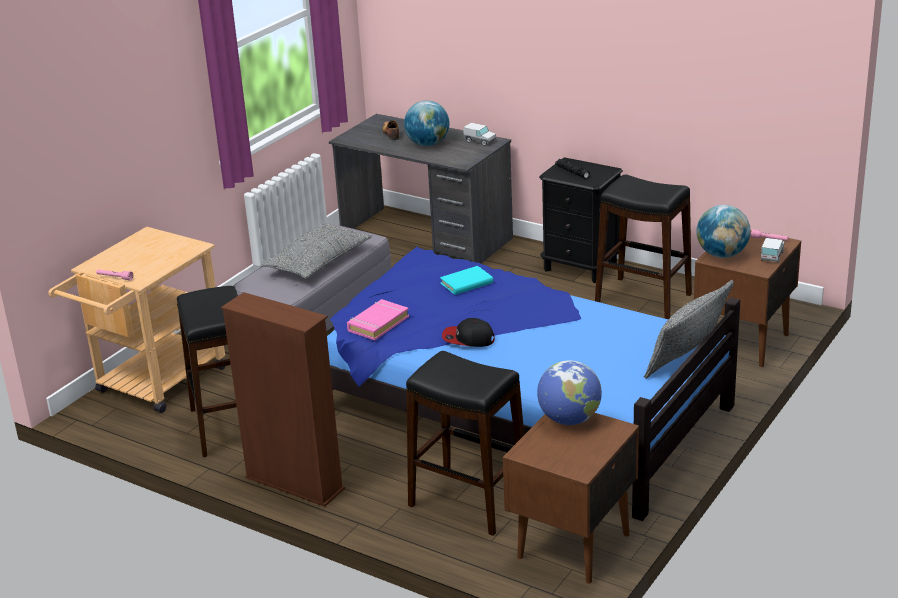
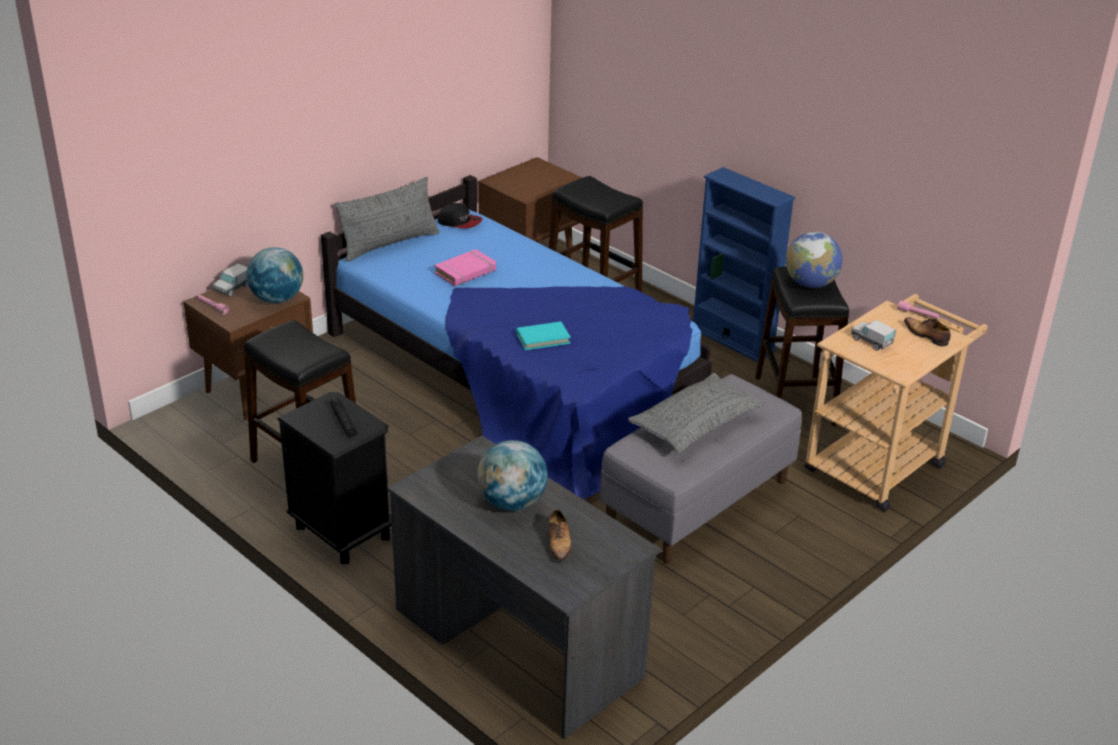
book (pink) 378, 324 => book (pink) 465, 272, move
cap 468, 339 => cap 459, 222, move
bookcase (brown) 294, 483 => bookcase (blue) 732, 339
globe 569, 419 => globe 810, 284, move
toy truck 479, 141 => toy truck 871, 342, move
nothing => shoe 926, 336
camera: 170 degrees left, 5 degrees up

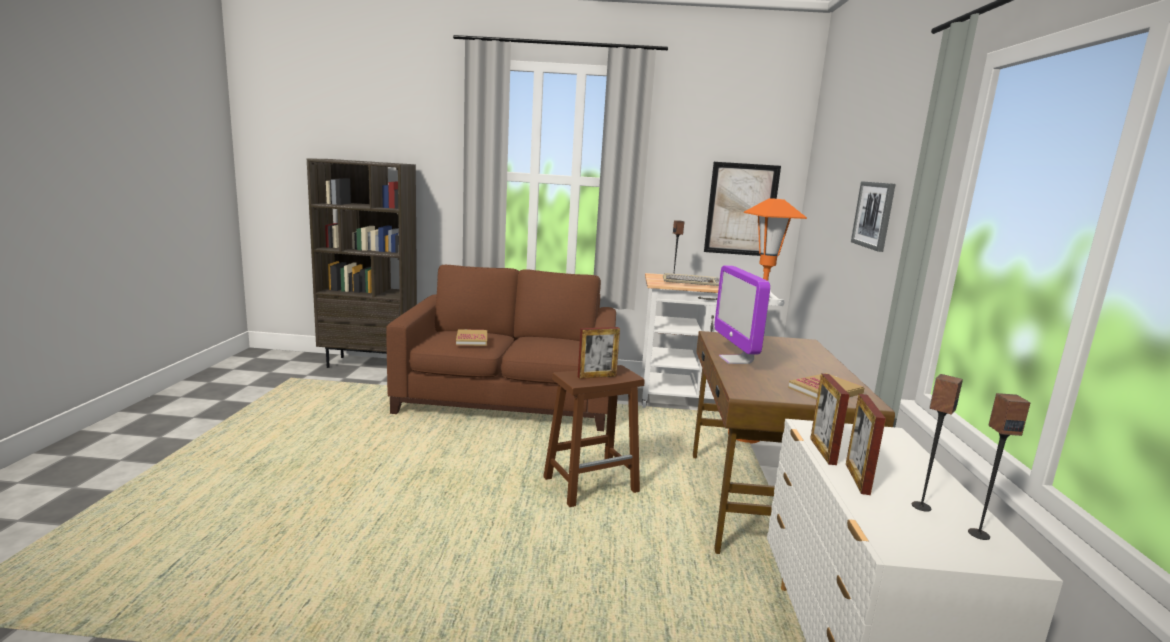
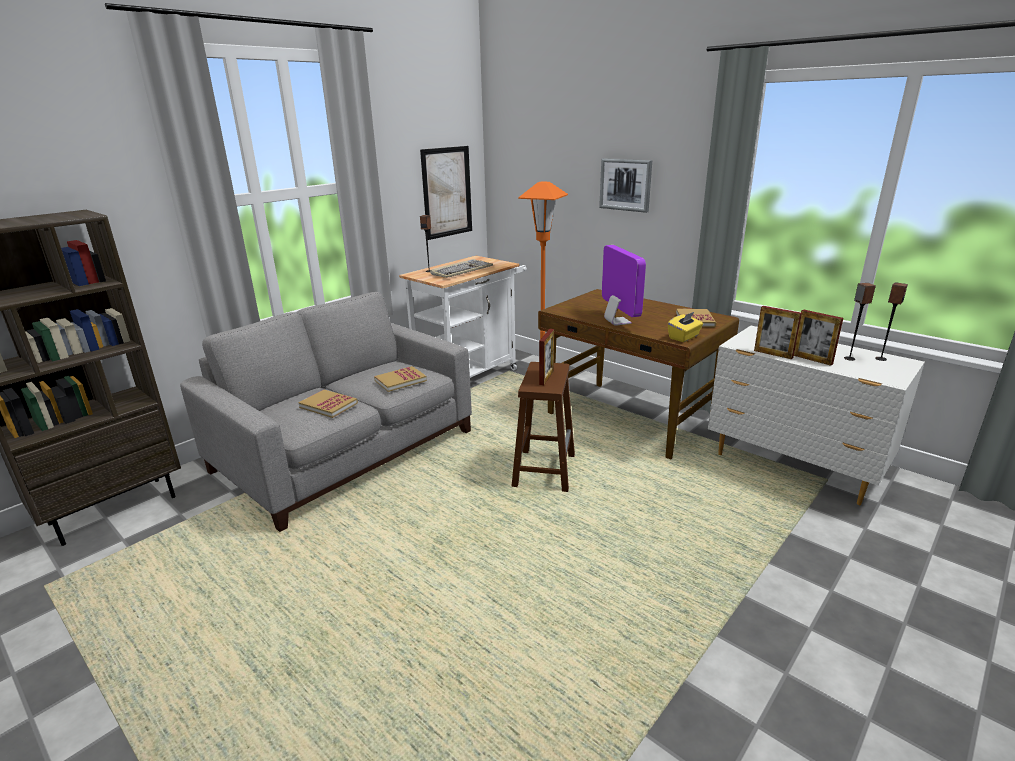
sofa (brown) 508, 398 => sofa (grey) 346, 451
nothing => book 400, 380
monitor 735, 360 => monitor 617, 322, 135 degrees counterclockwise
nothing => tissue box (yellow) 684, 337
camera: 50 degrees left, 10 degrees up

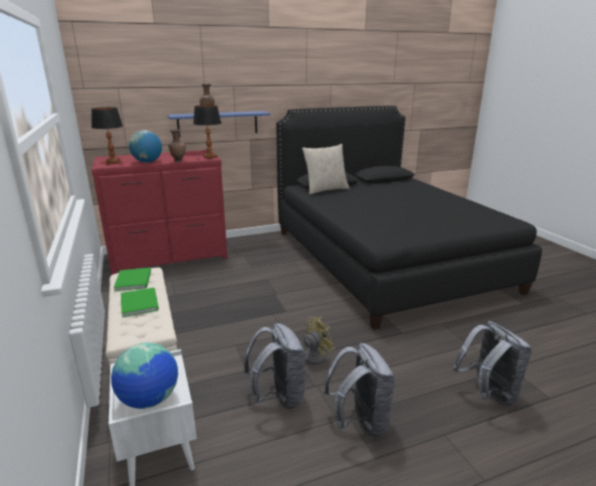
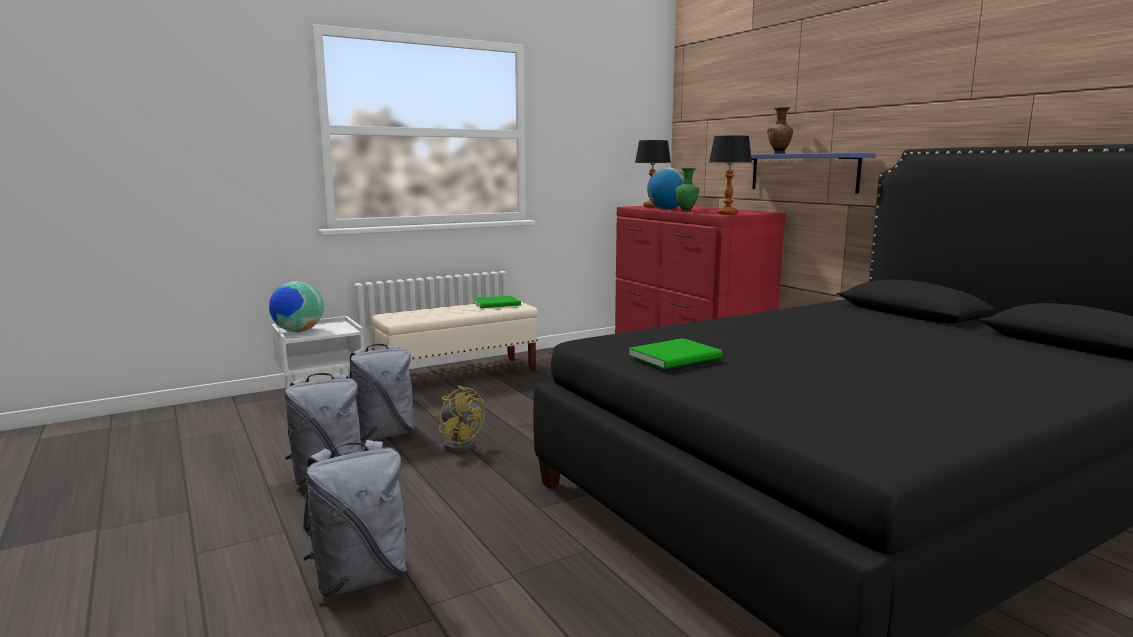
book (green) 140, 302 => book (green) 678, 356, move
vase (brown) 178, 161 => vase (green) 686, 211
pillow (beige) 325, 190 => nothing
camera: 80 degrees right, 10 degrees down

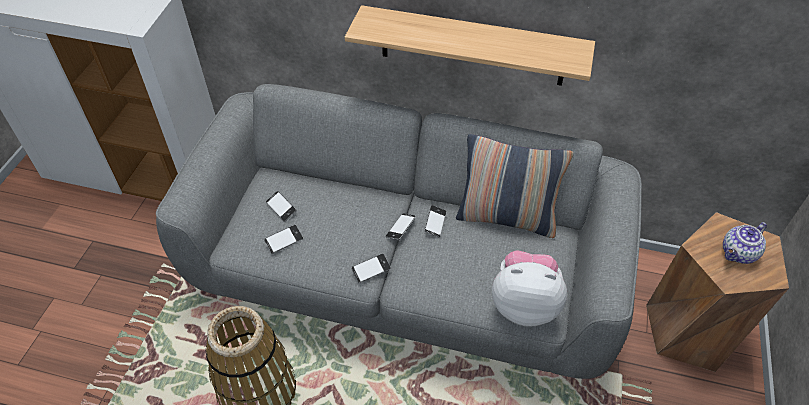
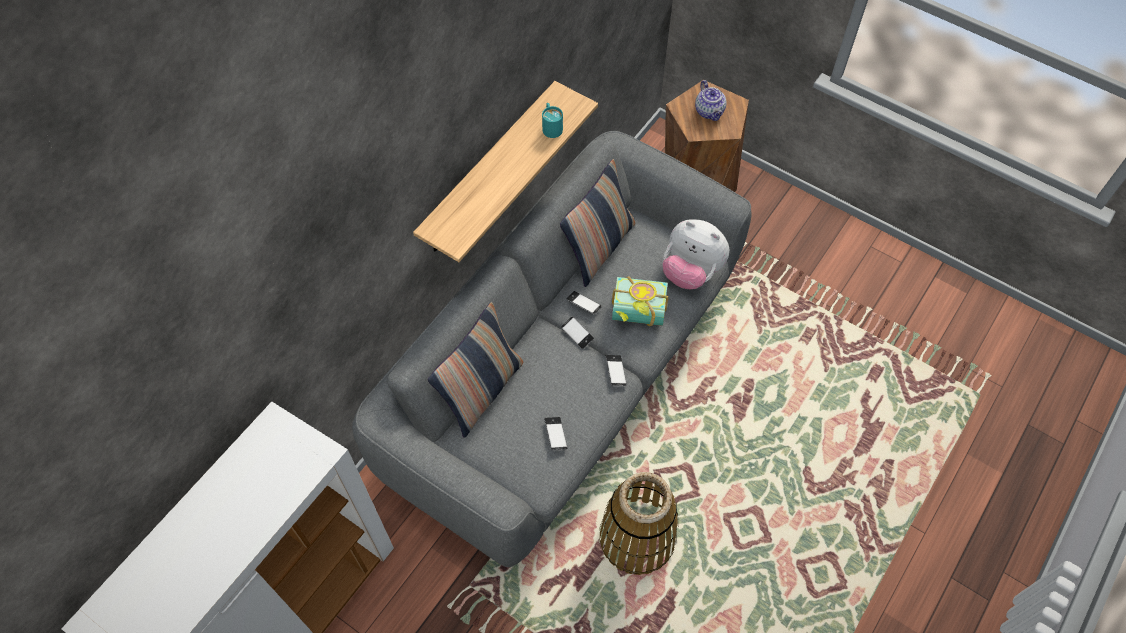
nothing => pillow 482, 392
nothing => mug (turquoise) 551, 126
nothing => book 637, 315
plush toy 524, 304 => plush toy 691, 271, 90 degrees counterclockwise
phone 281, 208 => nothing
camera: 70 degrees left, 10 degrees up

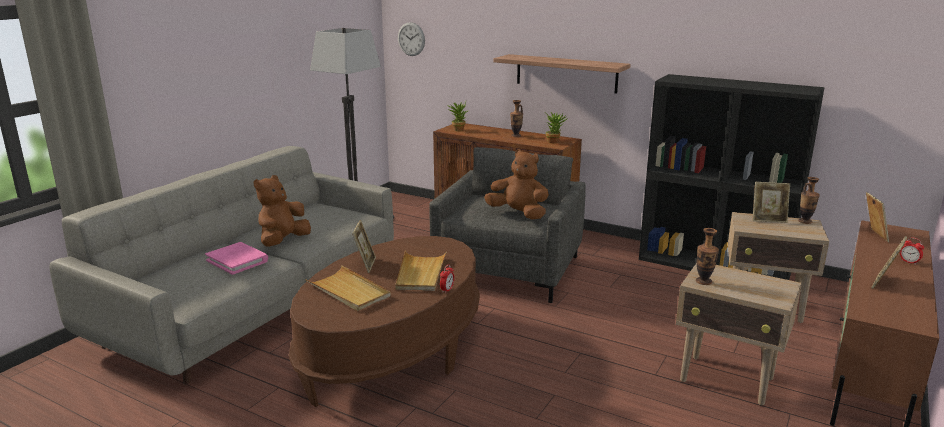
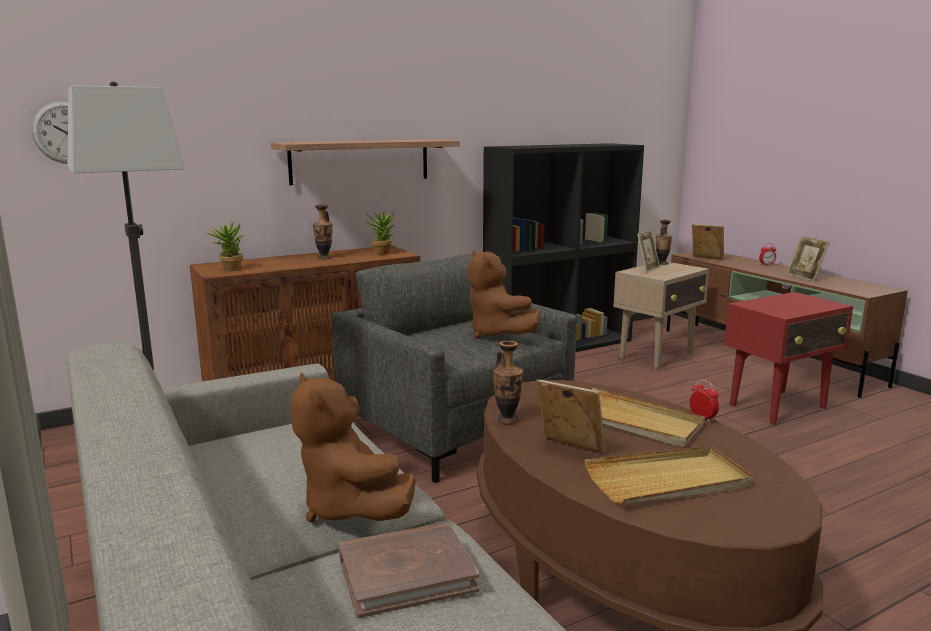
book (pink) 237, 261 => book (brown) 406, 573
plush toy (brown) 518, 214 => plush toy (brown) 497, 334, 90 degrees counterclockwise
vase 703, 281 => vase 507, 420, move
side table (beige) 727, 380 => side table (red) 778, 407
camera: 60 degrees left, 5 degrees down

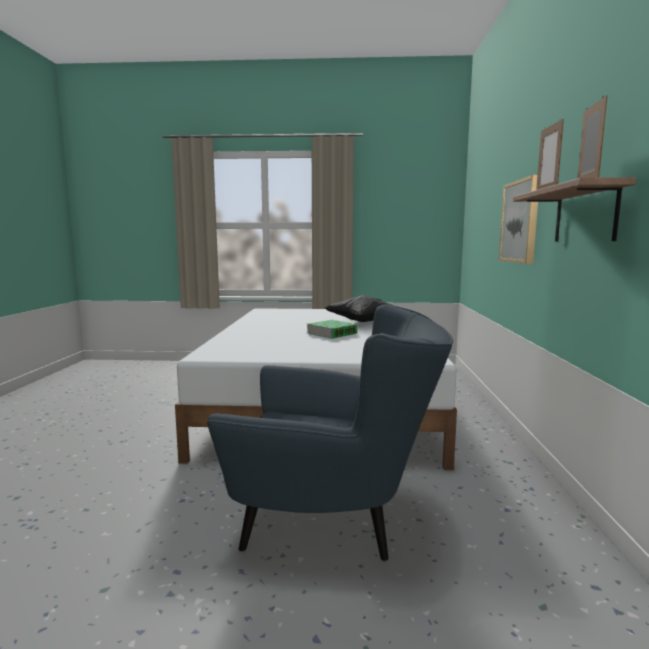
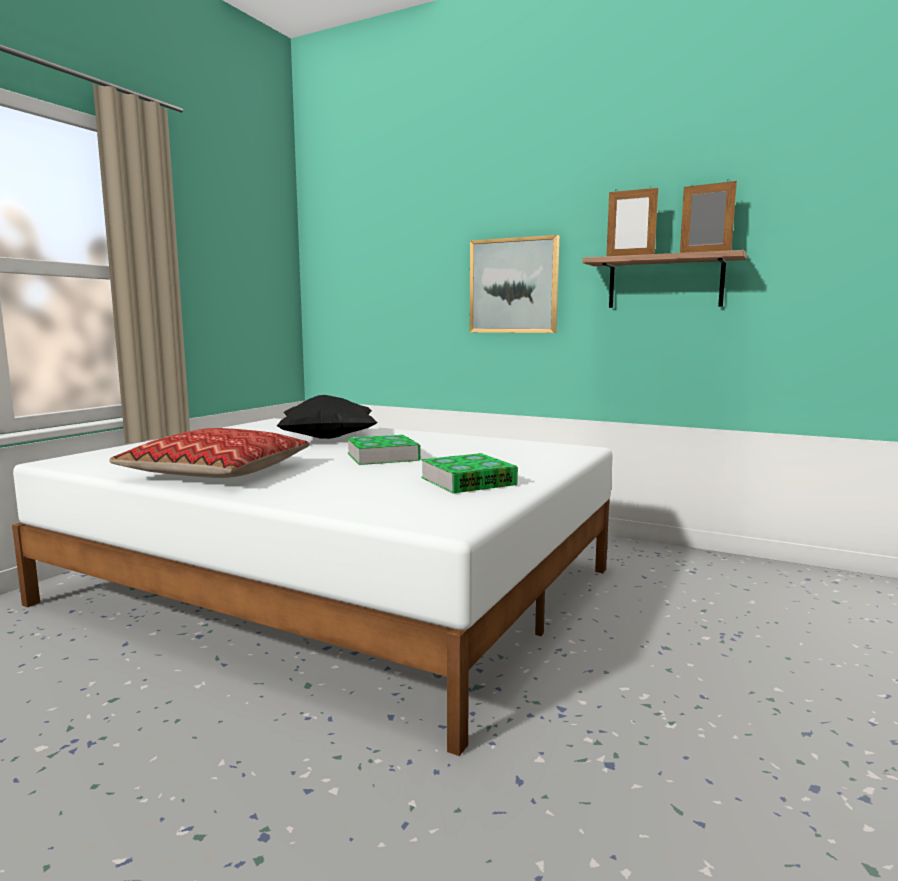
nothing => pillow 217, 472
nothing => book 468, 481
armchair (blue) 335, 522 => nothing
camera: 65 degrees left, 0 degrees up

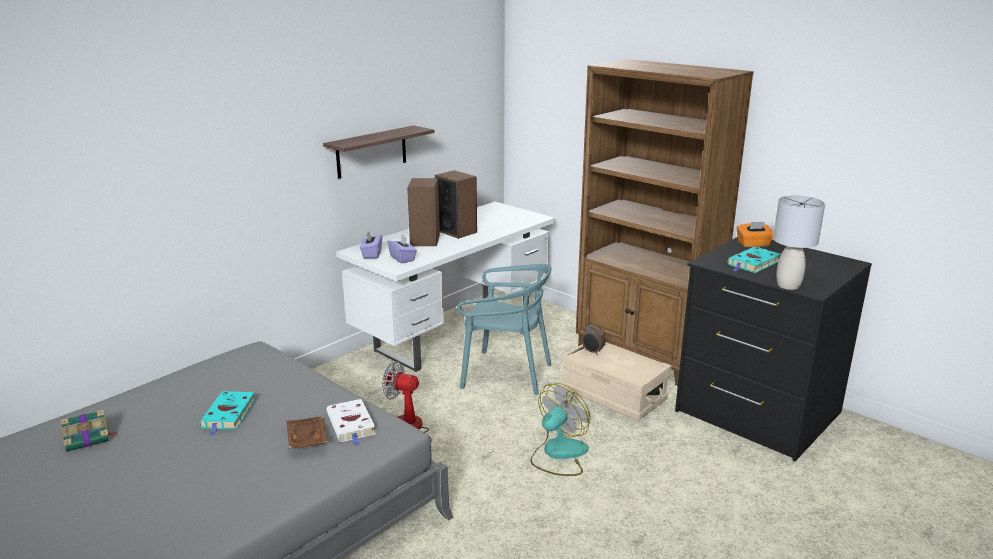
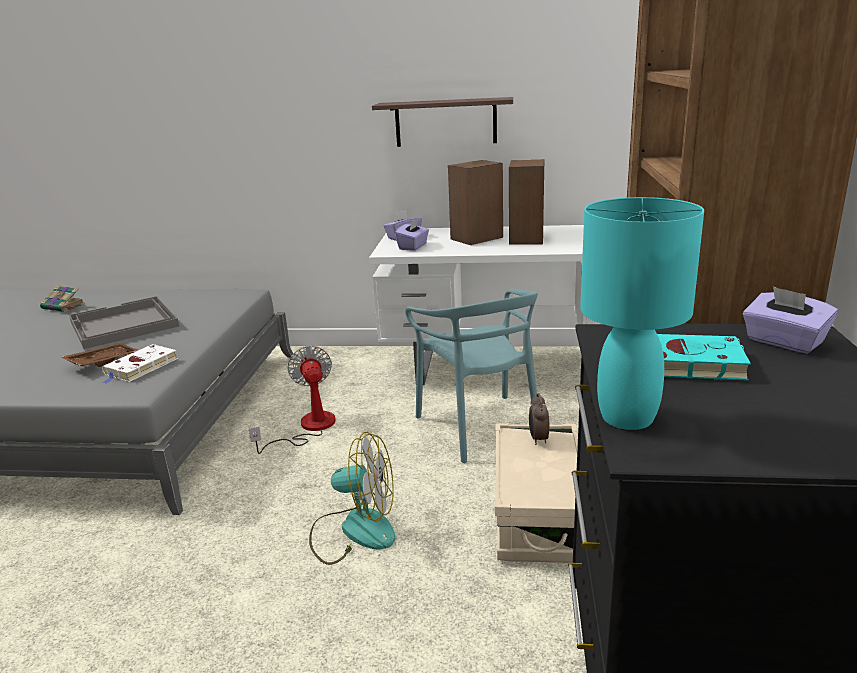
book (turquoise) 228, 415 => tray (grey) 123, 325
table lamp (grey) 788, 285 => table lamp (turquoise) 628, 417
tissue box (orange) 753, 244 => tissue box (purple) 783, 342
camera: 55 degrees right, 0 degrees up

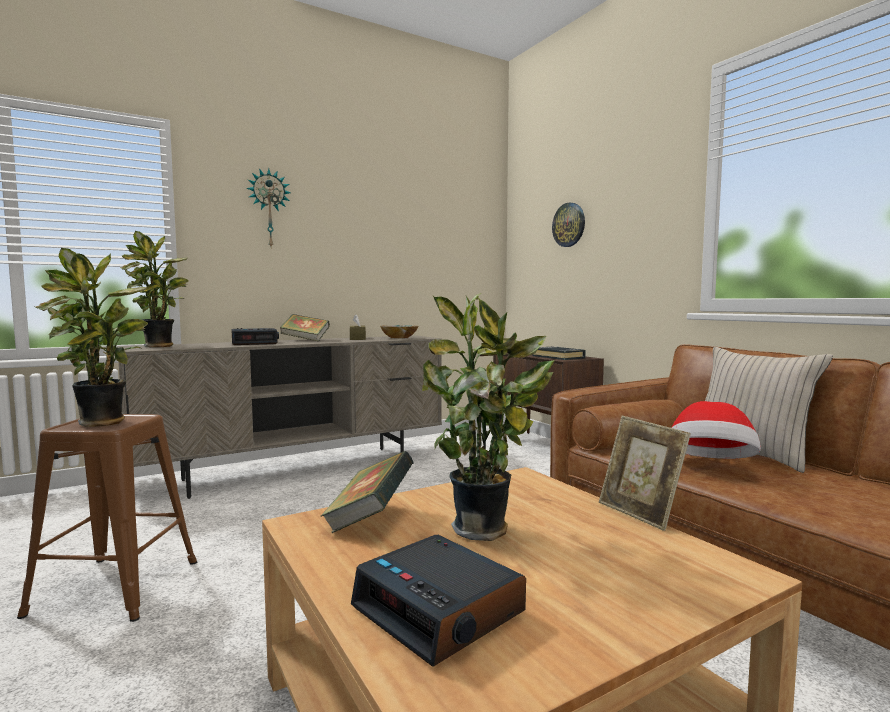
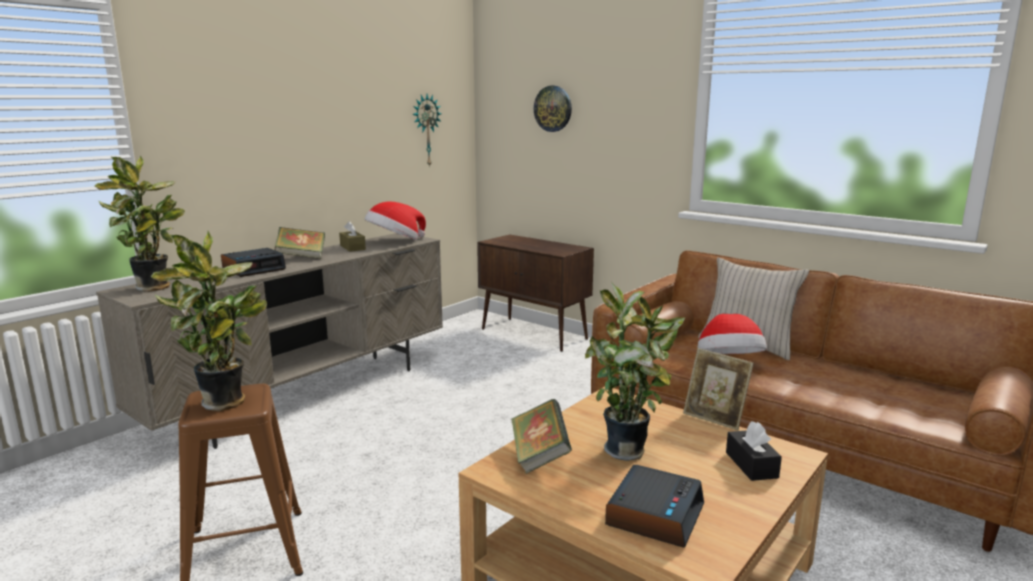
bowl 399, 338 => hat 395, 241
wall clock 269, 209 => wall clock 425, 130, move
alarm clock 440, 611 => alarm clock 654, 514, 90 degrees counterclockwise
nothing => tissue box (black) 751, 465
book (black) 558, 357 => nothing
camera: 20 degrees left, 10 degrees up

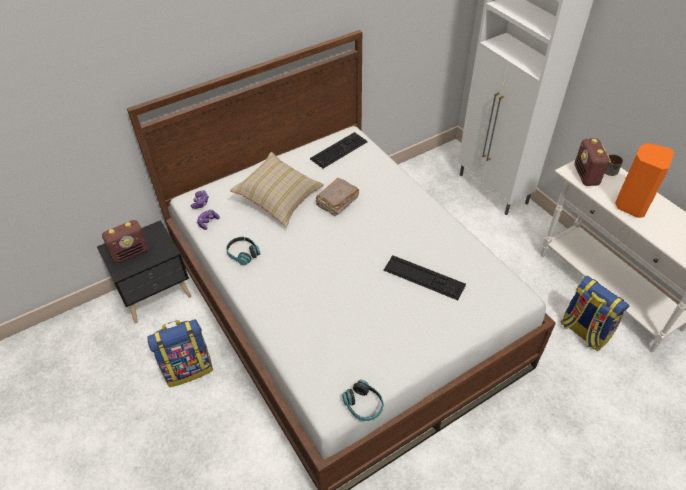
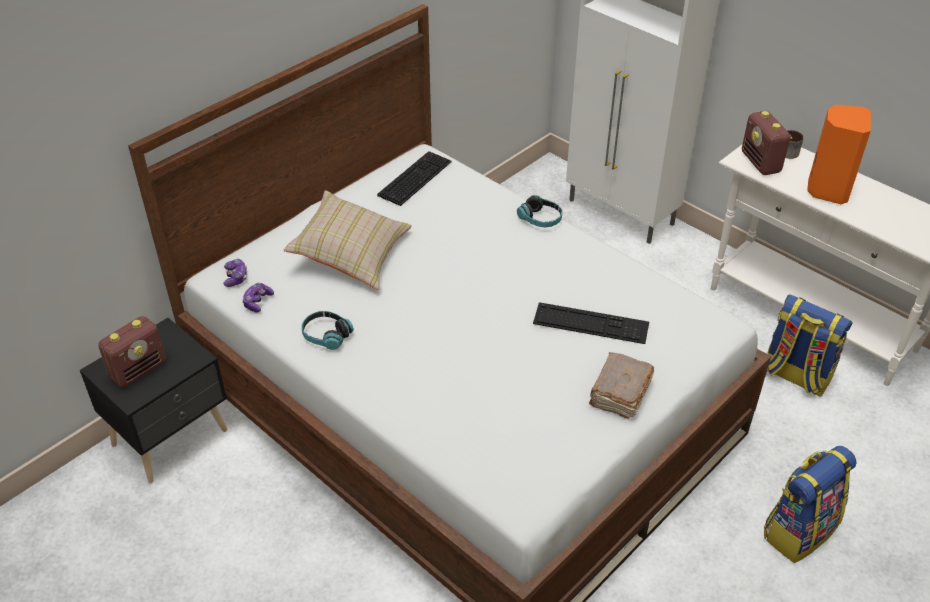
headphones 363, 405 => headphones 540, 219, move
book (brown) 337, 202 => book (brown) 619, 394, move
backpack 188, 367 => backpack 799, 530, move
camera: 15 degrees left, 5 degrees down

